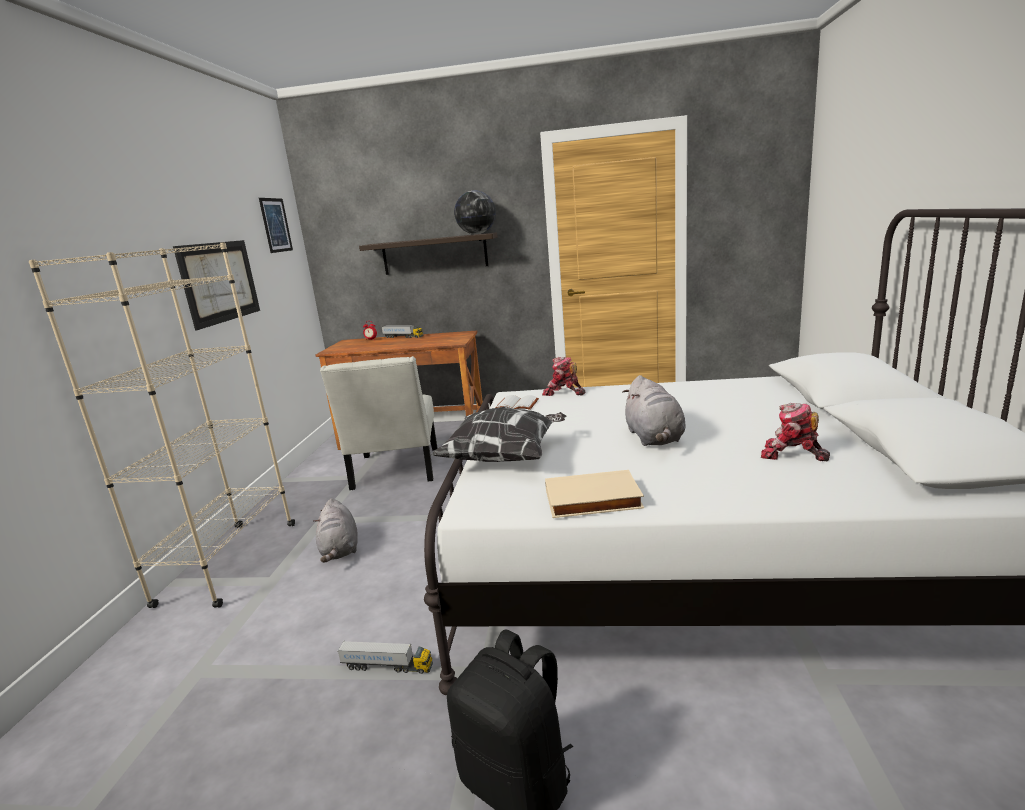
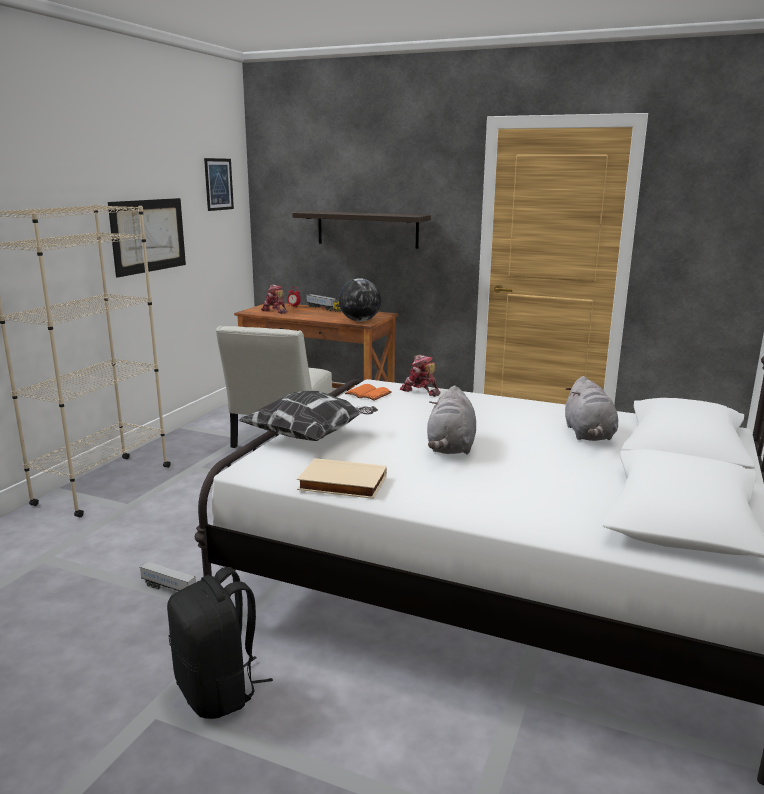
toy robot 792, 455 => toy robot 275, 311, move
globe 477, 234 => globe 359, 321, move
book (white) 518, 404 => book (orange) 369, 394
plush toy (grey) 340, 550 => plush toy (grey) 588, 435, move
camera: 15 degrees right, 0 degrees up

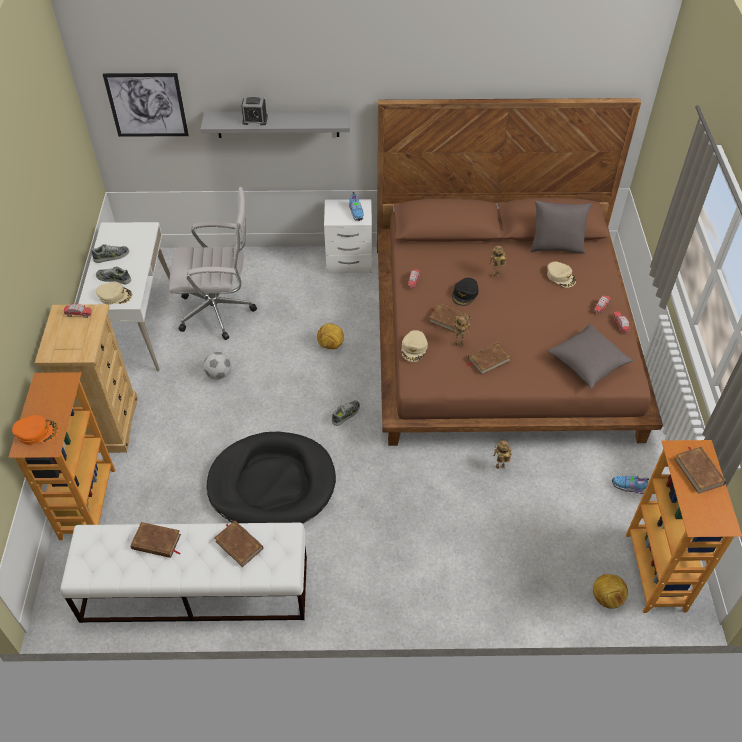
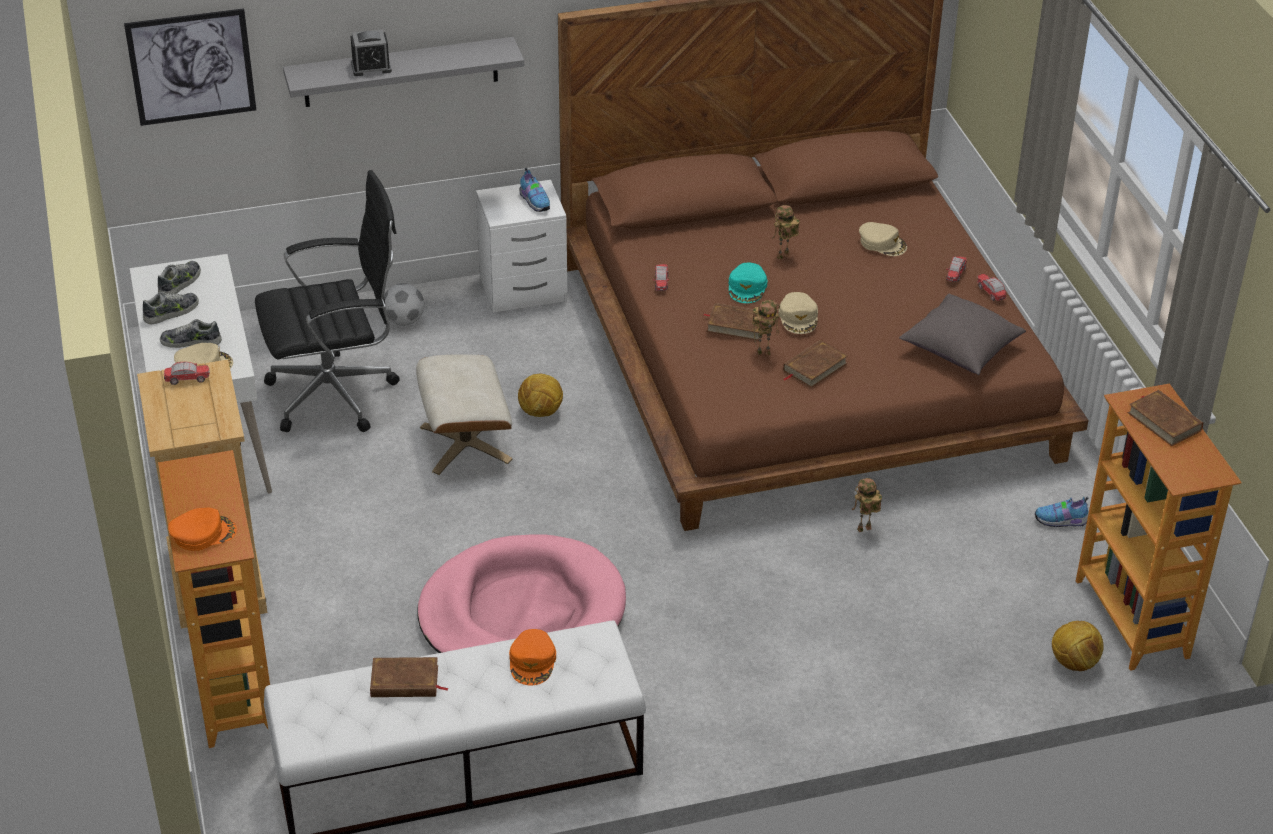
shoe 346, 414 => shoe 180, 283, move
office chair (white) 220, 312 => office chair (black) 338, 395
football 219, 374 => football 404, 321, move
nothing => ottoman (beige) 465, 443
dog bed (black) 272, 484 => dog bed (pink) 522, 613
book (brown) 239, 544 => cap (orange) 533, 662
cap (black) 465, 294 => cap (turquoise) 747, 287
cap (beige) 414, 348 => cap (beige) 798, 317, move
pillow (grey) 556, 247 => nothing
camera: 15 degrees left, 10 degrees down

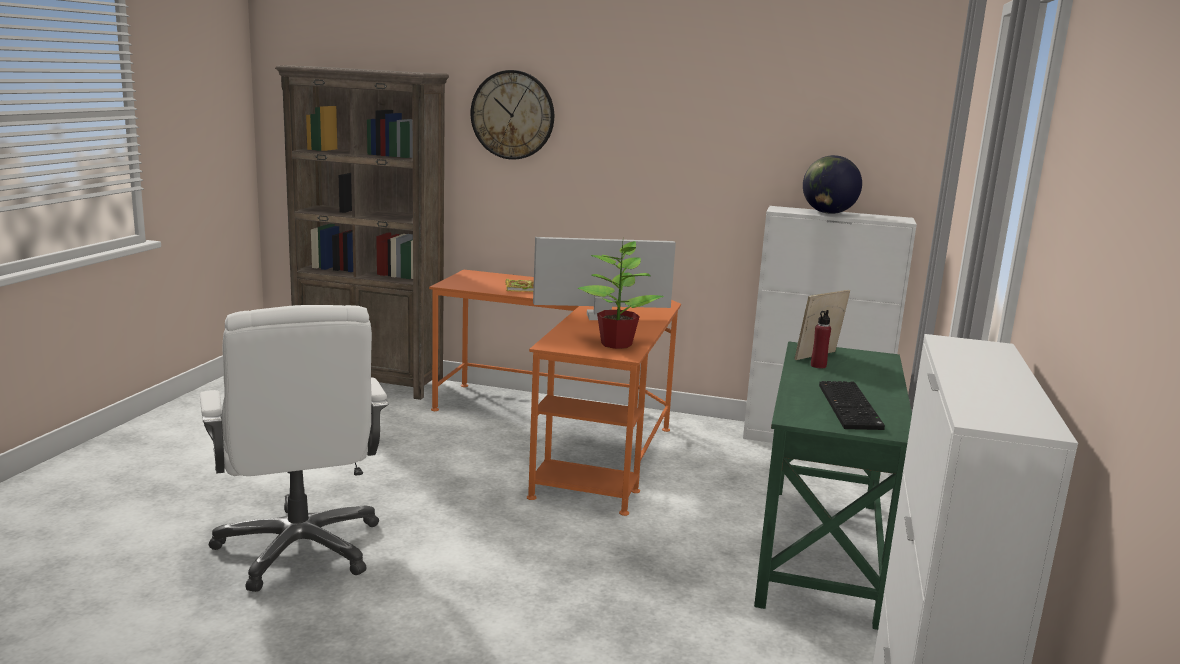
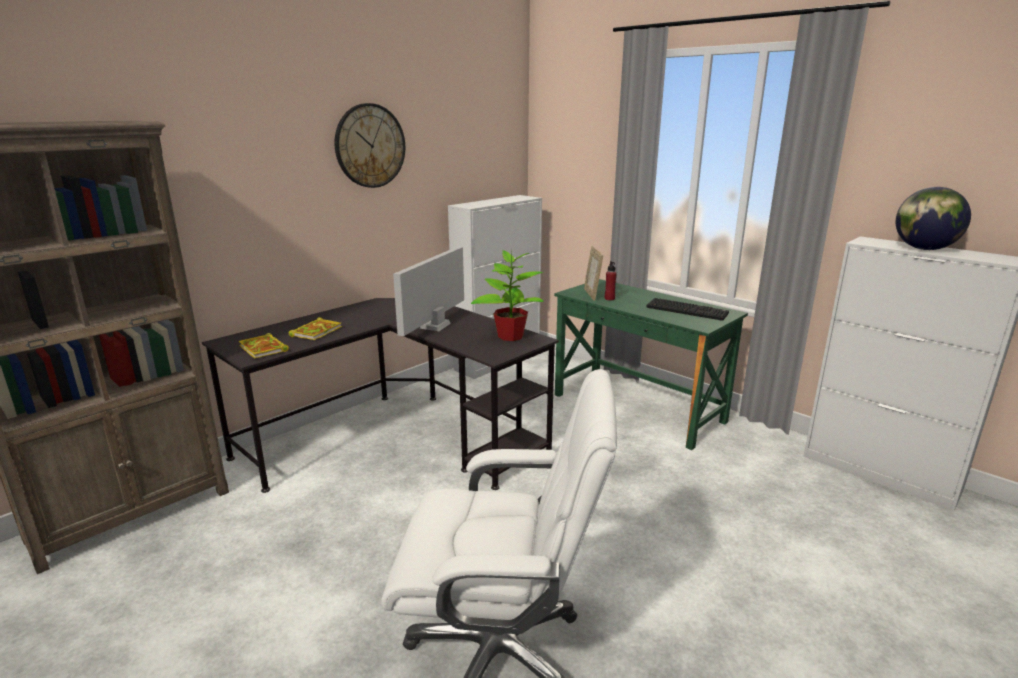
desk (orange) 567, 433 => desk (black) 396, 438
nothing => book 264, 349
wall clock 512, 115 => wall clock 370, 146, move
globe 828, 213 => globe 924, 249, move
camera: 60 degrees left, 5 degrees up

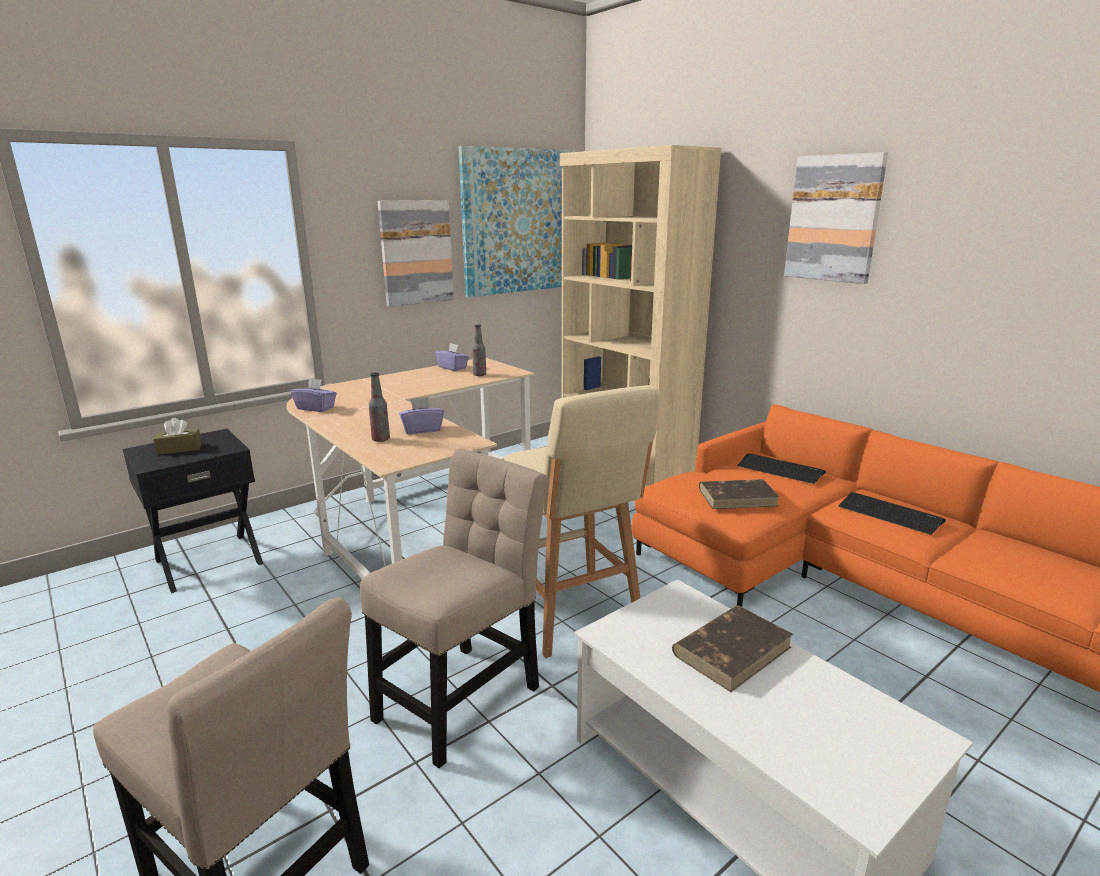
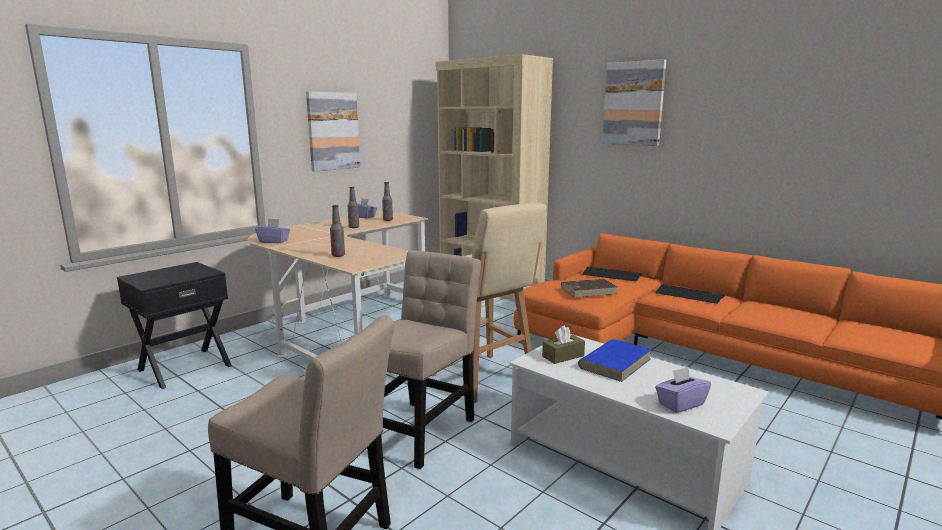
nothing => bottle 354, 227
tissue box (brown) 179, 449 => tissue box (brown) 563, 356, move
book (brown) 732, 650 => book (blue) 615, 363
tissue box (purple) 422, 429 => tissue box (purple) 680, 404, move
picture 519, 222 => nothing
camera: 10 degrees left, 5 degrees down

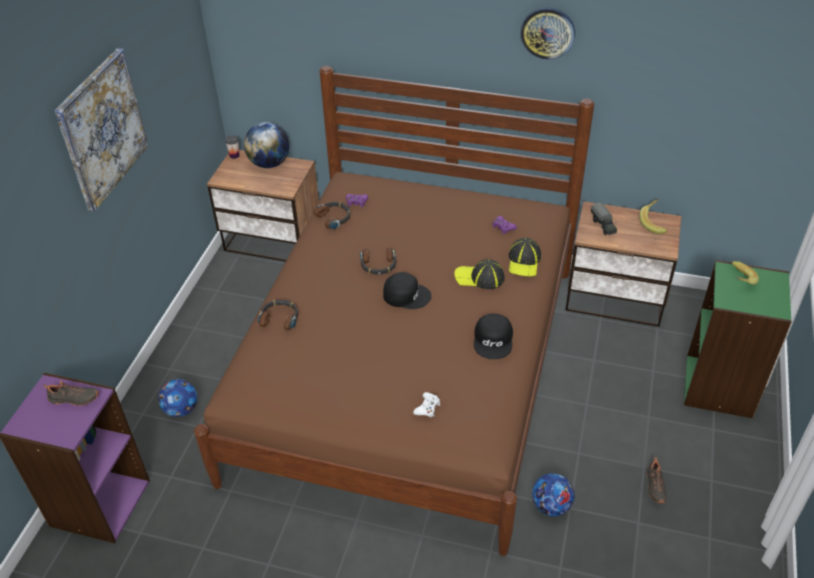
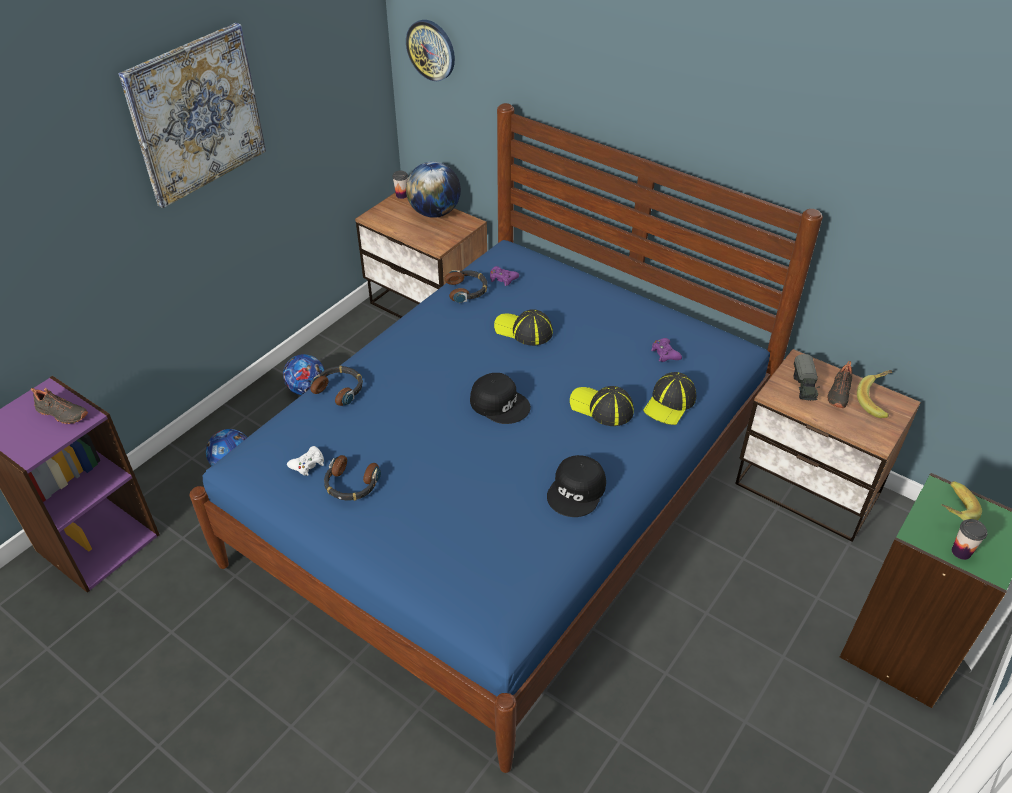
bed (brown) 408, 369 => bed (blue) 505, 498
football 551, 506 => football 307, 389, move
game controller (white) 427, 408 => game controller (white) 308, 464, move
headphones 378, 265 => headphones 351, 484, move
wall clock 547, 32 => wall clock 431, 50, move
nothing => cap 523, 330
shoe (black) 654, 486 => shoe (black) 838, 393, move
nothing => cup 961, 552
camera: 20 degrees right, 0 degrees up

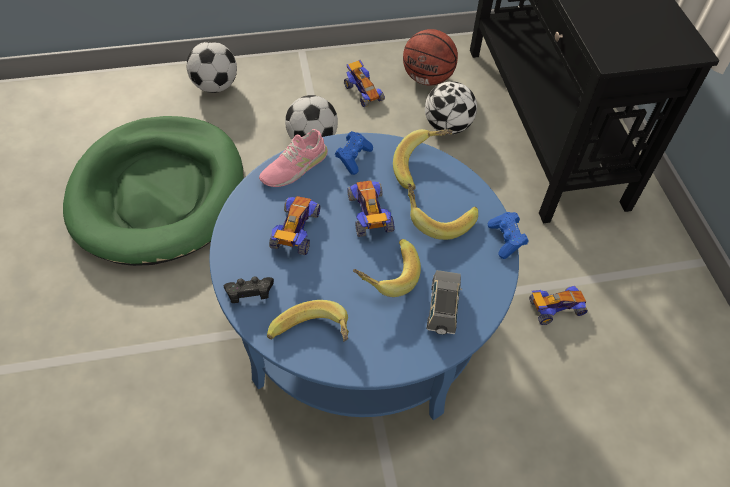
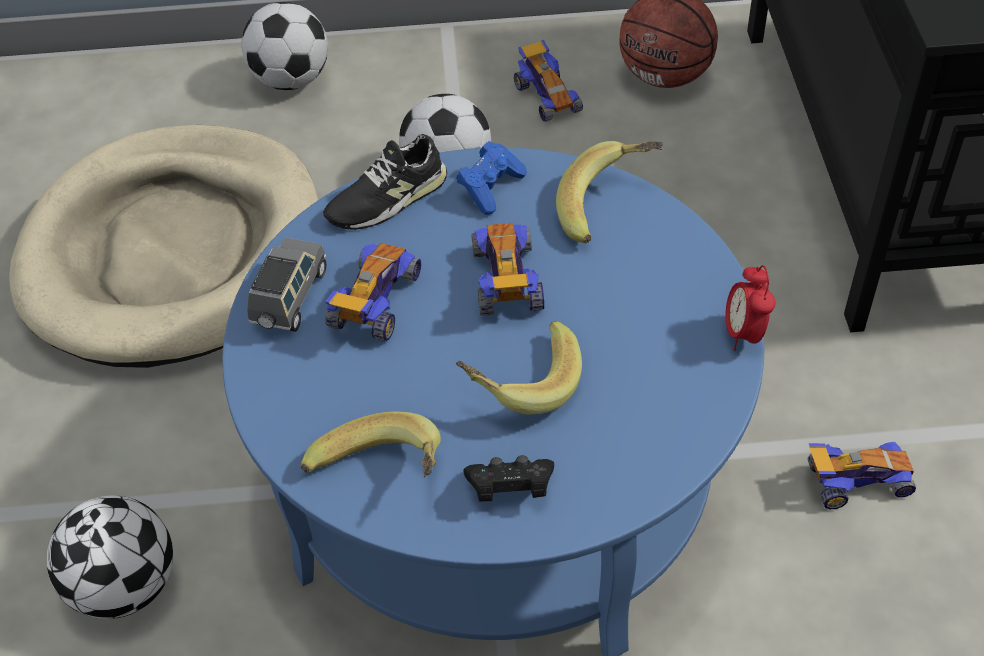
dog bed (green) 159, 193 => dog bed (beige) 174, 252
football 447, 126 => football 124, 587, move
toy car (grey) 443, 309 => toy car (grey) 290, 299, move
shoe (pink) 294, 167 => shoe (black) 387, 199
game controller (black) 249, 295 => game controller (black) 510, 489, move
game controller (blue) 506, 240 => alarm clock 744, 333
banana 437, 218 => nothing
camera: 10 degrees right, 5 degrees down

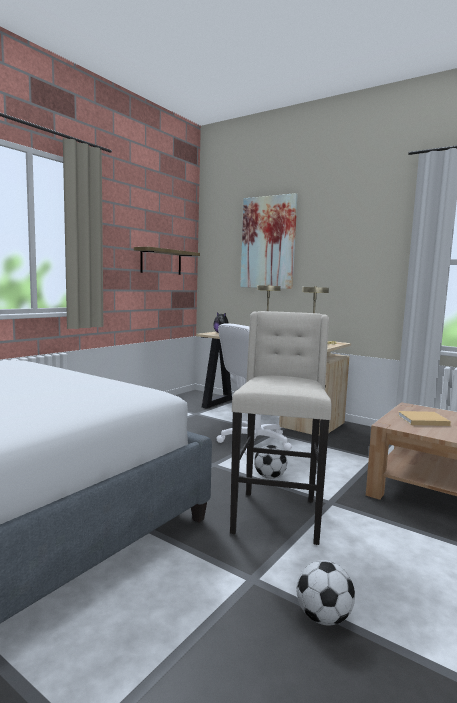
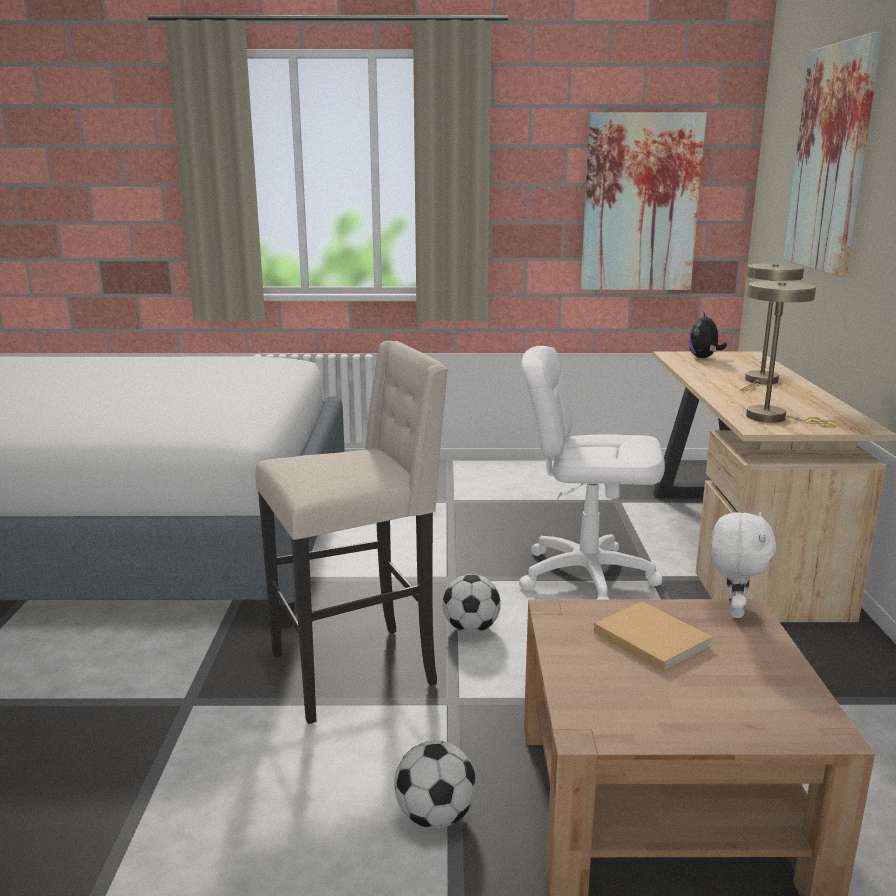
football 323, 617 => football 435, 816, move
shelf 161, 262 => picture 640, 203
nothing => plush toy (white) 733, 610
camera: 55 degrees right, 10 degrees up

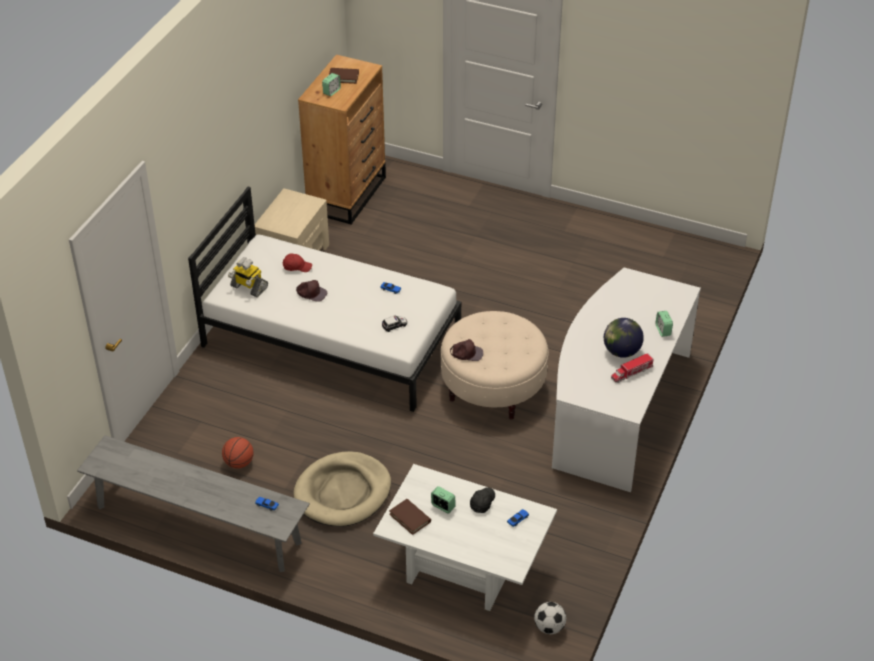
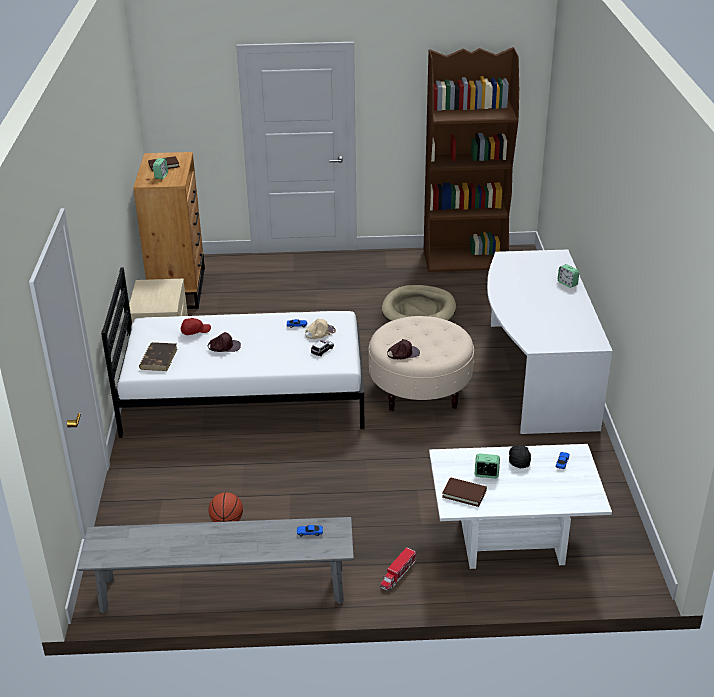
toy robot 248, 287 => book (brown) 158, 358
nothing => cap (beige) 320, 332
toy truck 631, 373 => toy truck 398, 574, move
dog bed (beige) 343, 492 => dog bed (beige) 419, 310, move
nothing => bookcase (brown) 465, 259
football 549, 627 => nothing
globe 621, 352 => nothing
camera: 25 degrees left, 10 degrees down

